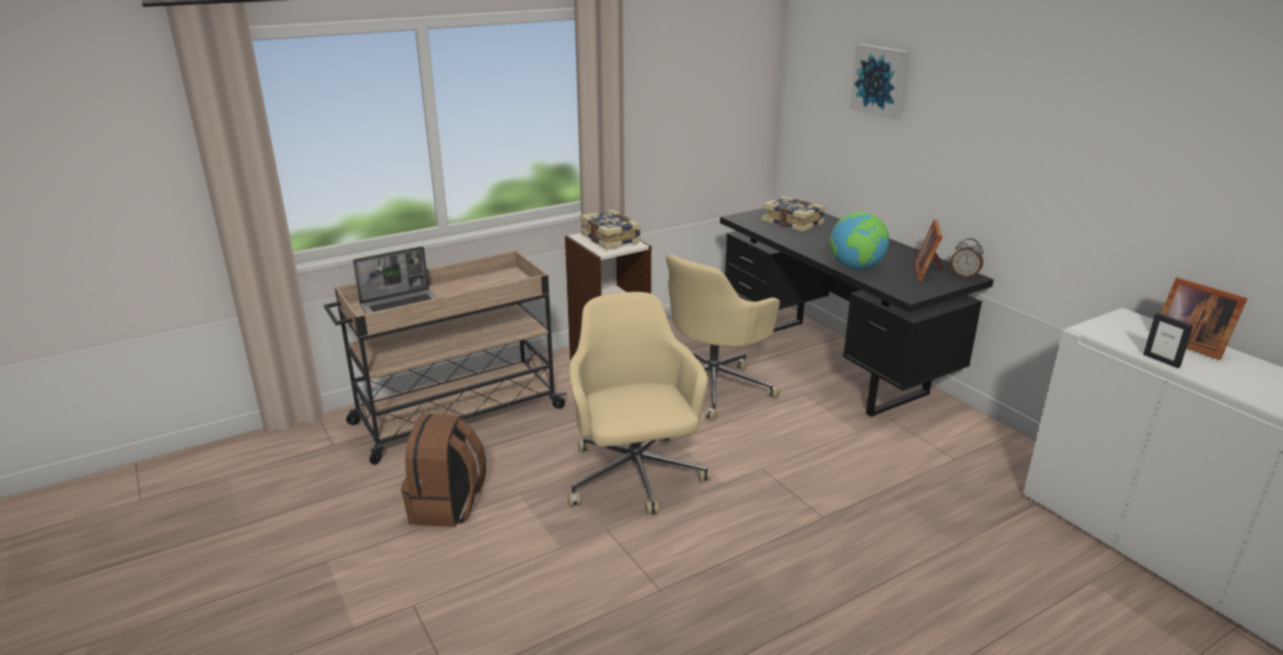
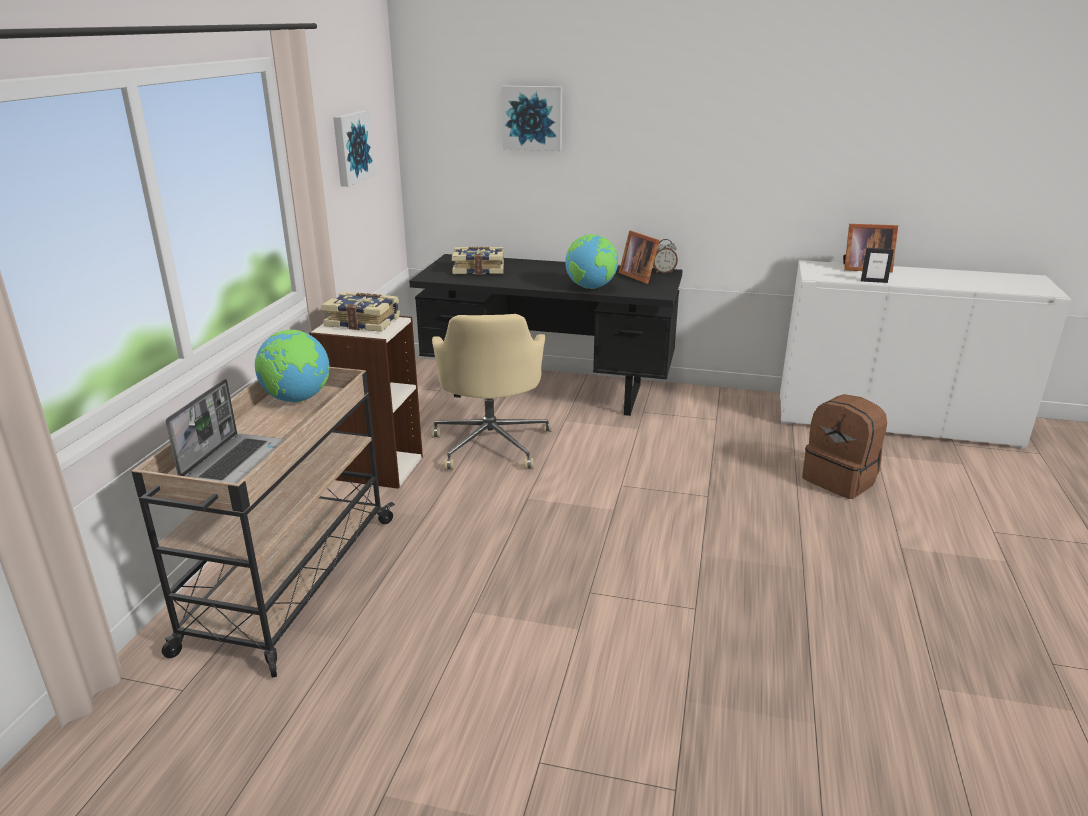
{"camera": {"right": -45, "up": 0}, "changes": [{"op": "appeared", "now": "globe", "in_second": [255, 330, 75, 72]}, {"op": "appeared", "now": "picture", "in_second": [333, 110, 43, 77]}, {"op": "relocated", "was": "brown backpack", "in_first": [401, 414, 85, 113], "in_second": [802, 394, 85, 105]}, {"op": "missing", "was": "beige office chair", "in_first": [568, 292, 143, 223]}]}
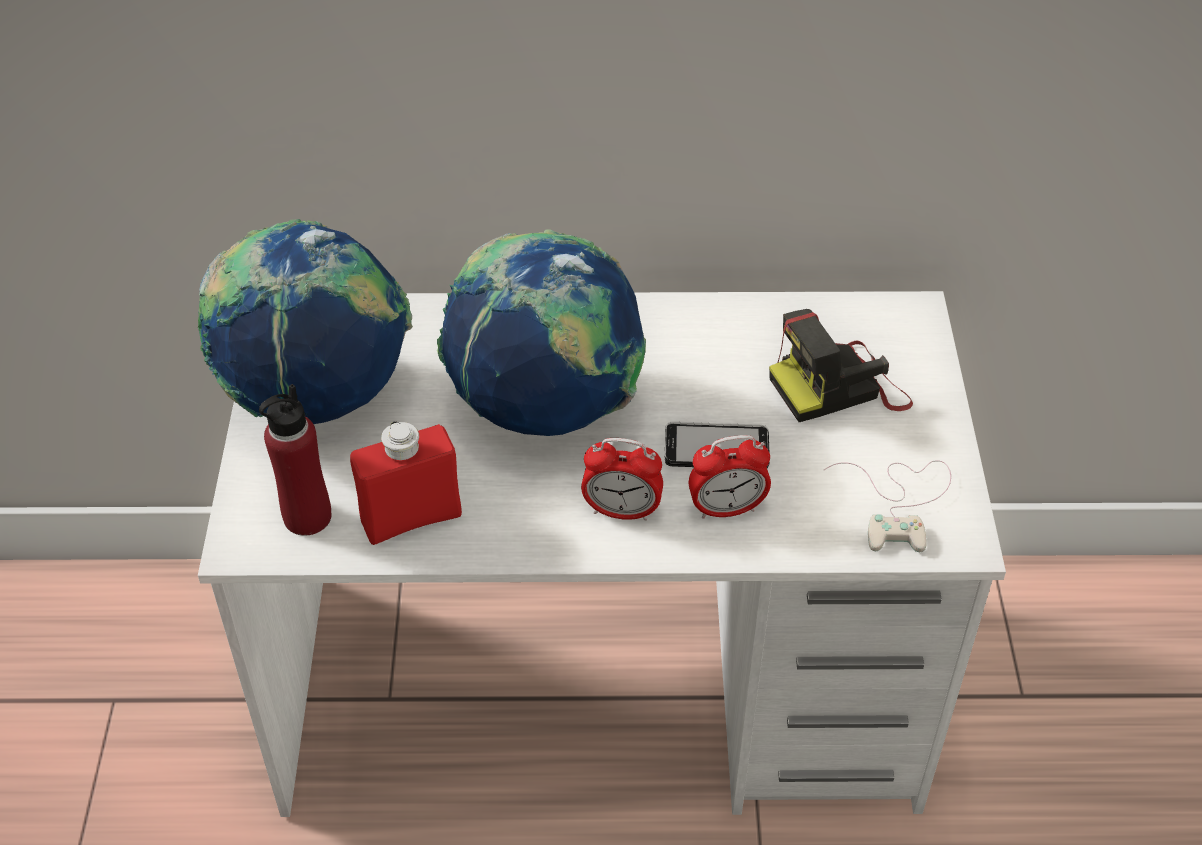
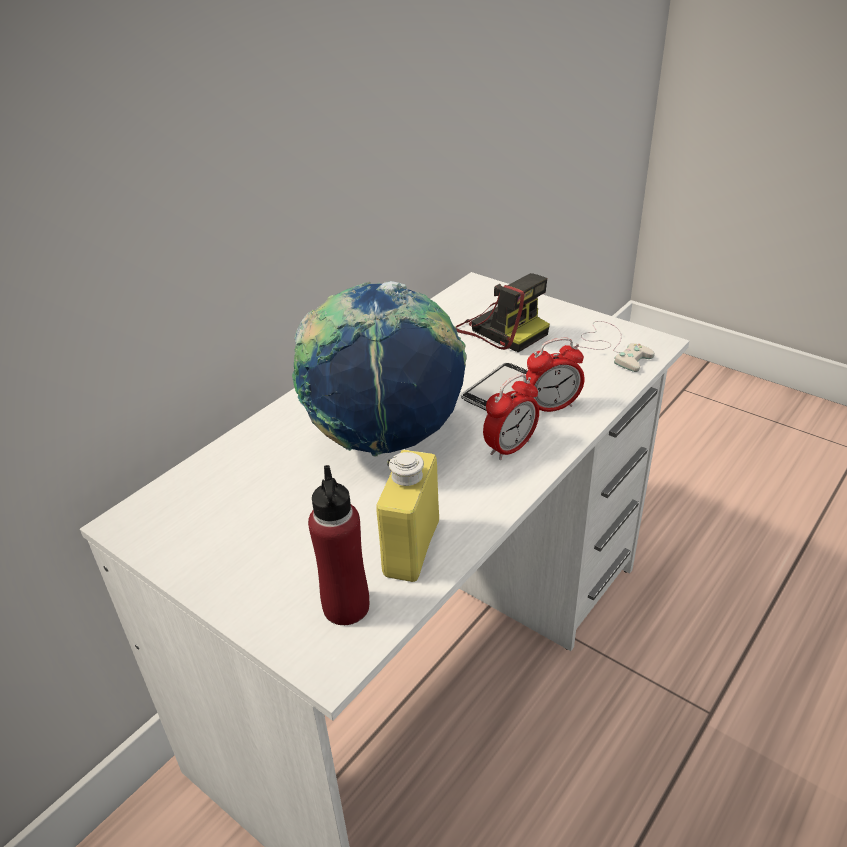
{"camera": {"right": -50, "up": -10}, "changes": [{"op": "colour", "was": "red bottle", "now": "yellow bottle", "in_first": [350, 421, 112, 124], "in_second": [376, 450, 63, 132]}, {"op": "spun", "was": "photo camera", "in_first": [769, 309, 144, 113], "in_second": [456, 273, 94, 79], "clockwise": -60}, {"op": "spun", "was": "alarm clock", "in_first": [689, 435, 82, 84], "in_second": [526, 338, 59, 74], "clockwise": 45}, {"op": "missing", "was": "globe", "in_first": [198, 219, 215, 205]}]}
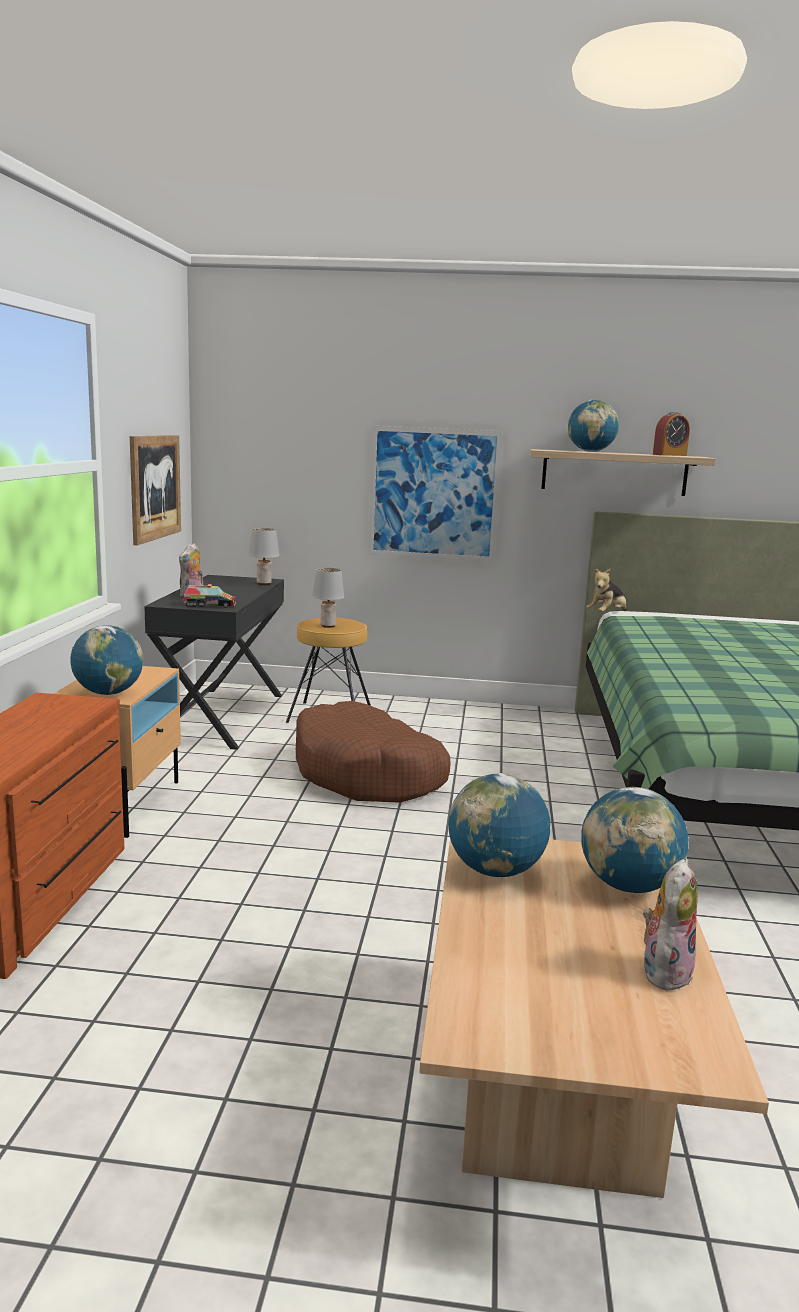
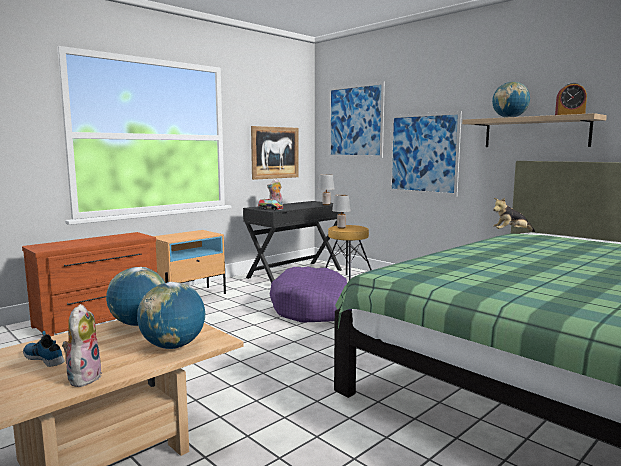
{"camera": {"right": 40, "up": -5}, "changes": [{"op": "appeared", "now": "shoe", "in_second": [23, 331, 42, 36]}, {"op": "spun", "was": "plush toy", "in_first": [643, 859, 55, 131], "in_second": [62, 304, 40, 83], "clockwise": -75}, {"op": "colour", "was": "brown dog bed", "now": "purple dog bed", "in_first": [296, 701, 155, 102], "in_second": [270, 267, 82, 56]}, {"op": "appeared", "now": "picture", "in_second": [329, 81, 56, 77]}, {"op": "missing", "was": "globe", "in_first": [70, 625, 74, 70]}]}
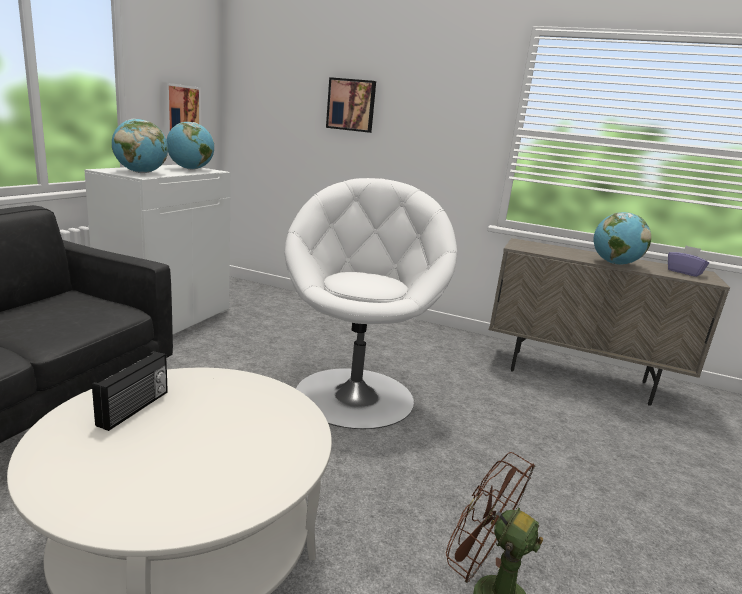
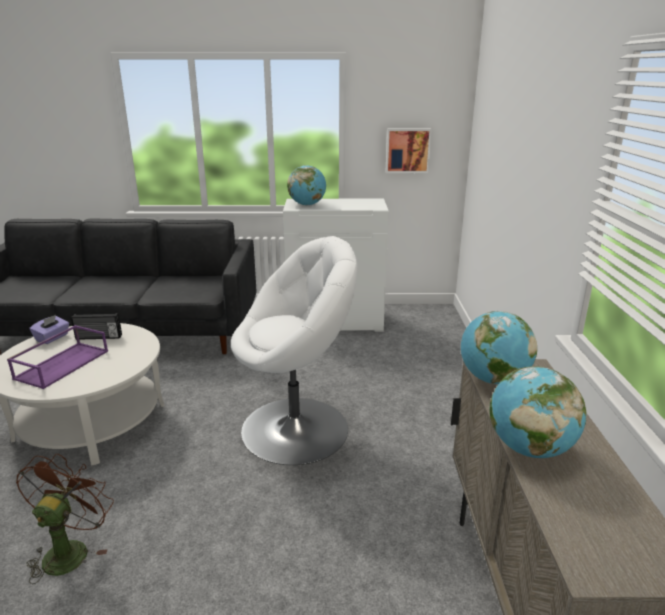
{"camera": {"right": 70, "up": 5}, "changes": [{"op": "appeared", "now": "purple tray", "in_second": [7, 325, 101, 64]}, {"op": "relocated", "was": "purple tissue box", "in_first": [668, 246, 41, 31], "in_second": [30, 315, 39, 29]}, {"op": "relocated", "was": "globe", "in_first": [167, 122, 47, 48], "in_second": [461, 311, 76, 73]}, {"op": "missing", "was": "picture", "in_first": [326, 77, 50, 56]}]}
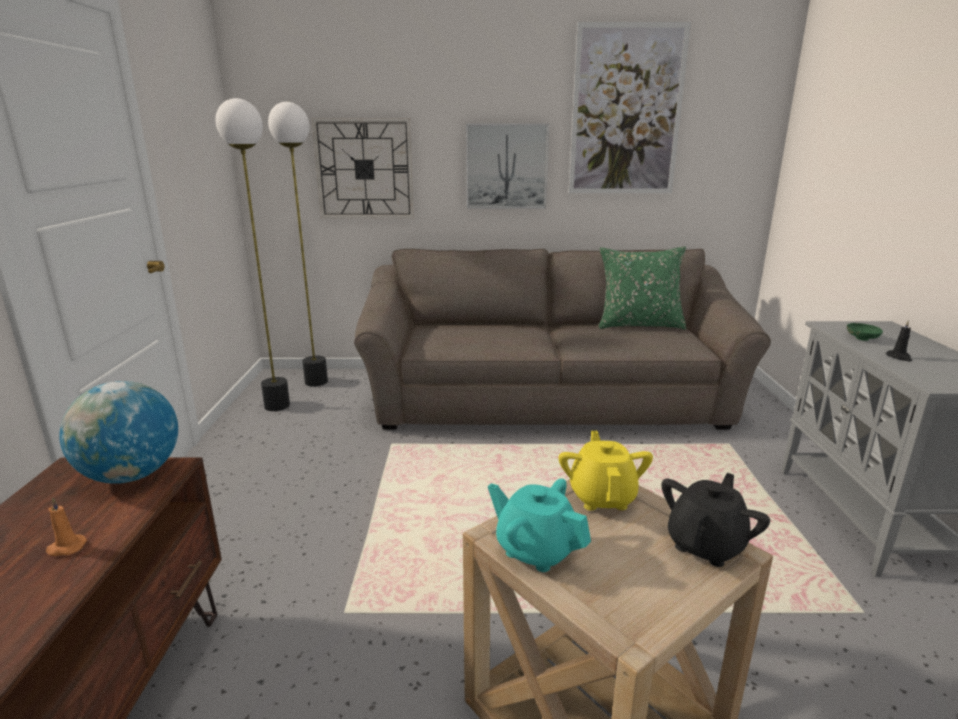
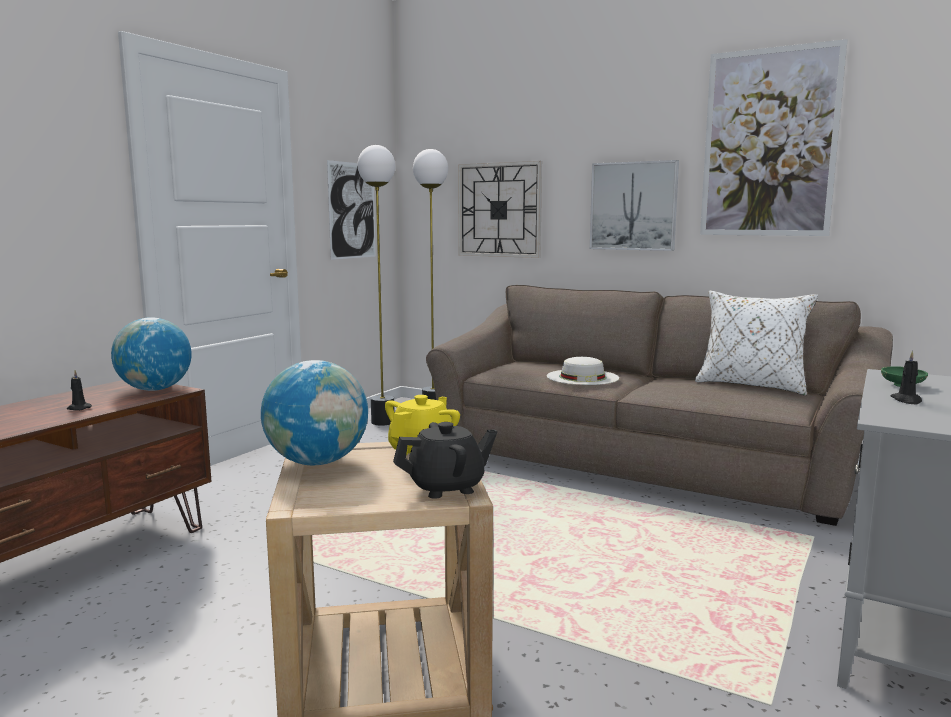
{"camera": {"right": 30, "up": -10}, "changes": [{"op": "colour", "was": "orange candle", "now": "black candle", "in_first": [46, 497, 41, 59], "in_second": [67, 370, 25, 40]}, {"op": "exchanged", "was": "turquoise teapot", "now": "globe", "in_first": [488, 479, 103, 93], "in_second": [261, 360, 107, 105]}, {"op": "appeared", "now": "picture", "in_second": [327, 160, 49, 100]}, {"op": "appeared", "now": "white hat", "in_second": [547, 357, 72, 28]}, {"op": "colour", "was": "green pillow", "now": "white pillow", "in_first": [599, 246, 87, 84], "in_second": [695, 291, 123, 104]}]}
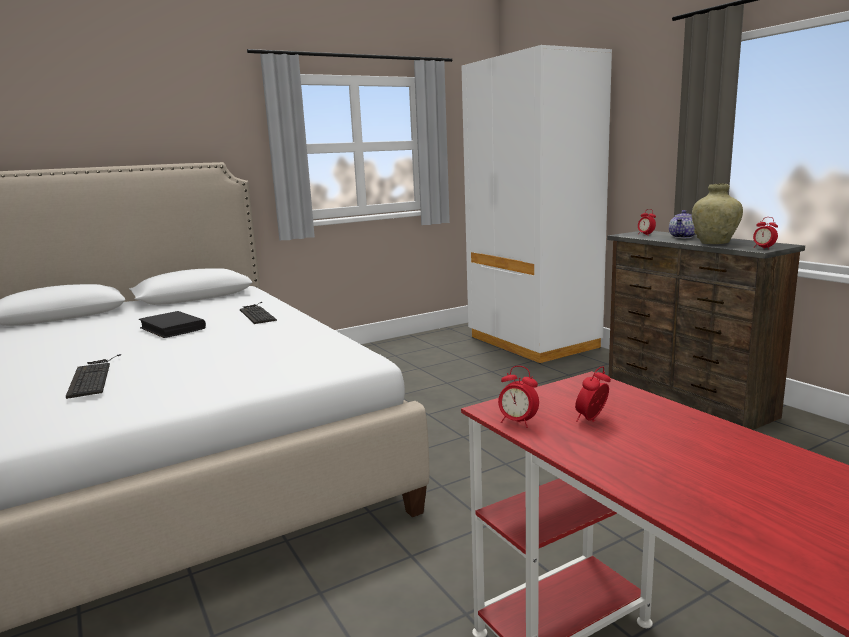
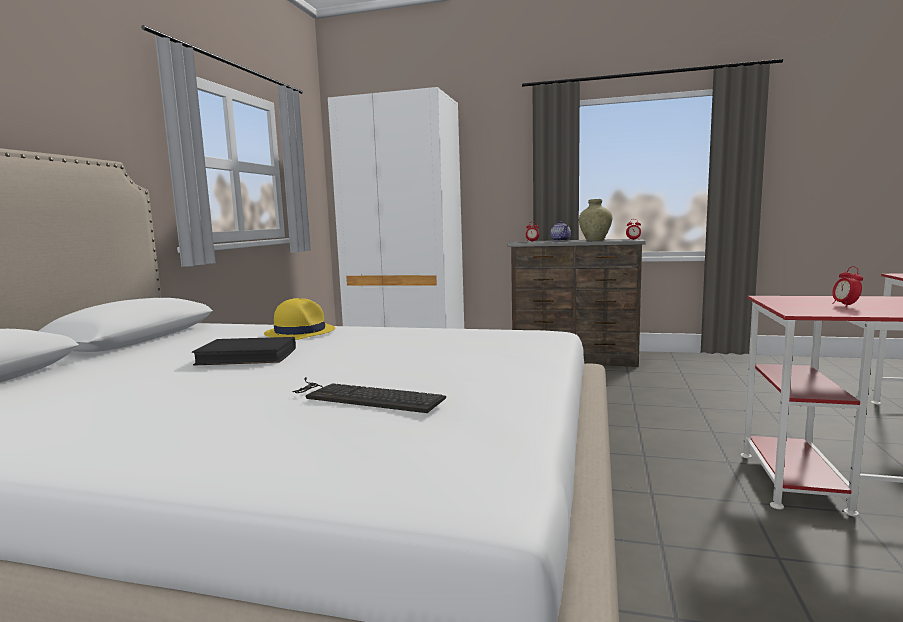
{"camera": {"right": -45, "up": -5}, "changes": [{"op": "exchanged", "was": "keyboard", "now": "yellow hat", "in_first": [240, 302, 37, 22], "in_second": [264, 298, 71, 42]}, {"op": "missing", "was": "alarm clock", "in_first": [498, 366, 41, 62]}]}
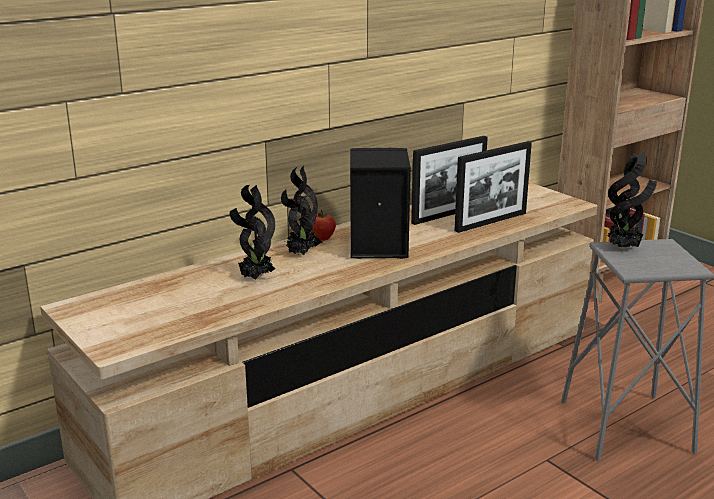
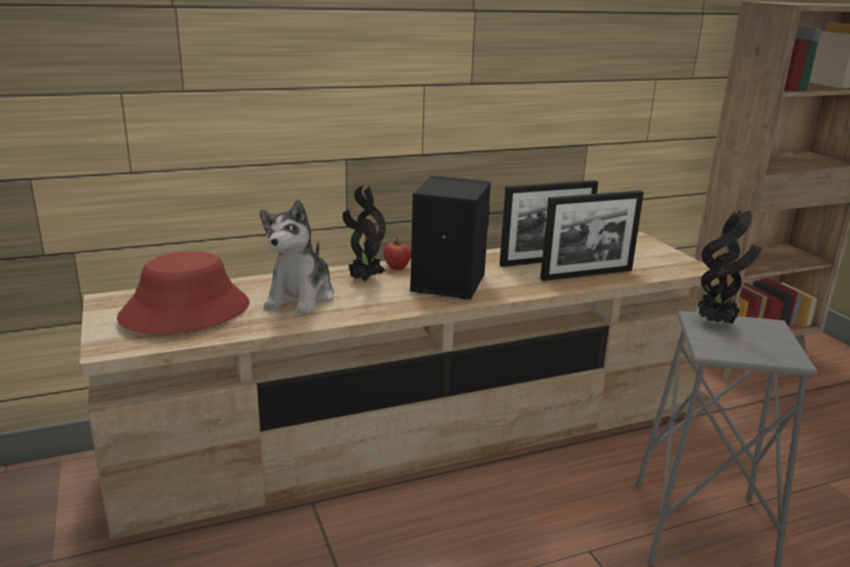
{"camera": {"right": 15, "up": 0}, "changes": [{"op": "appeared", "now": "red hat", "in_second": [117, 251, 132, 83]}, {"op": "exchanged", "was": "potted plant", "now": "plush toy", "in_first": [230, 185, 45, 95], "in_second": [260, 199, 74, 115]}]}
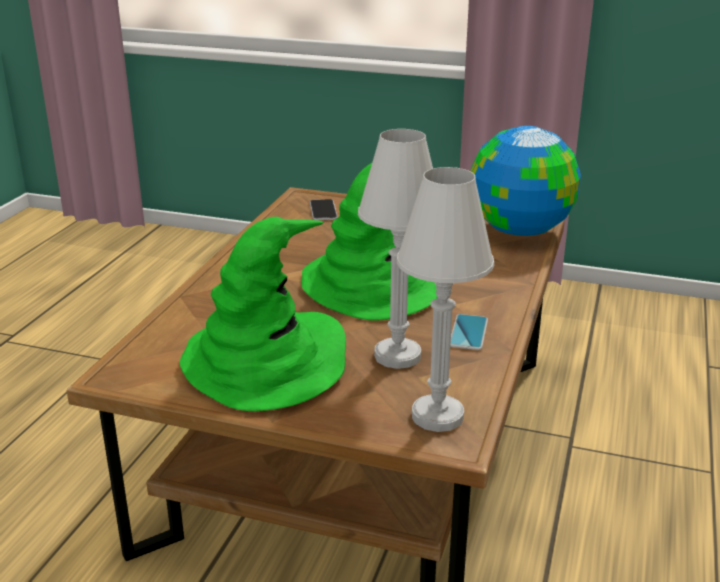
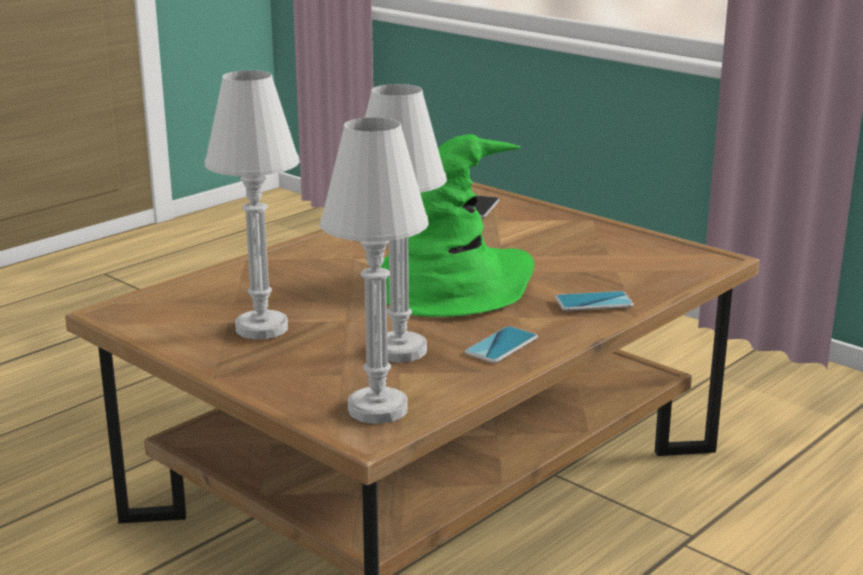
{"camera": {"right": 25, "up": -5}, "changes": [{"op": "exchanged", "was": "green hat", "now": "white table lamp", "in_first": [180, 217, 166, 194], "in_second": [205, 70, 95, 270]}, {"op": "appeared", "now": "phone", "in_second": [555, 291, 79, 20]}, {"op": "missing", "was": "globe", "in_first": [471, 126, 110, 110]}]}
